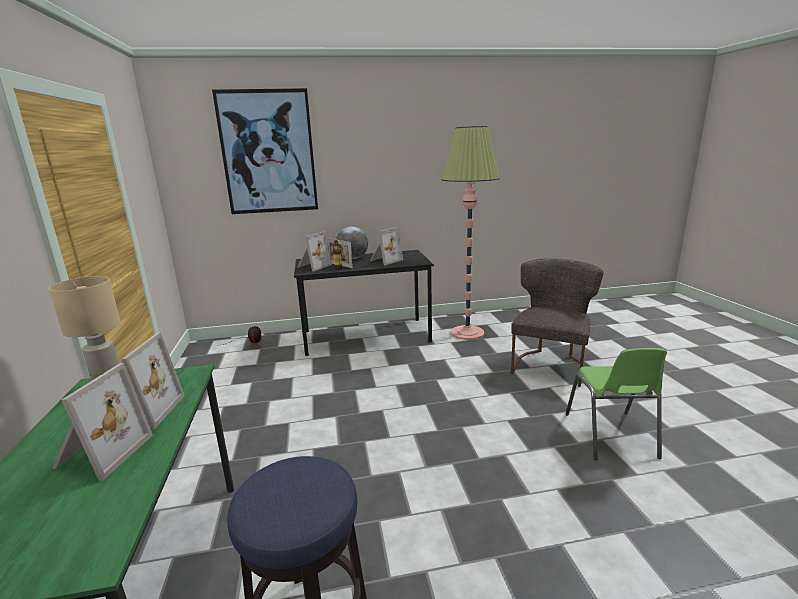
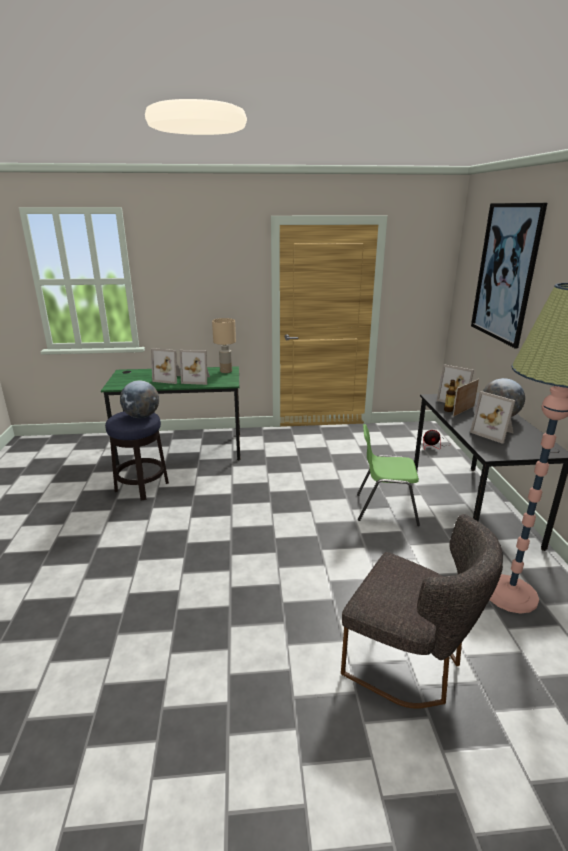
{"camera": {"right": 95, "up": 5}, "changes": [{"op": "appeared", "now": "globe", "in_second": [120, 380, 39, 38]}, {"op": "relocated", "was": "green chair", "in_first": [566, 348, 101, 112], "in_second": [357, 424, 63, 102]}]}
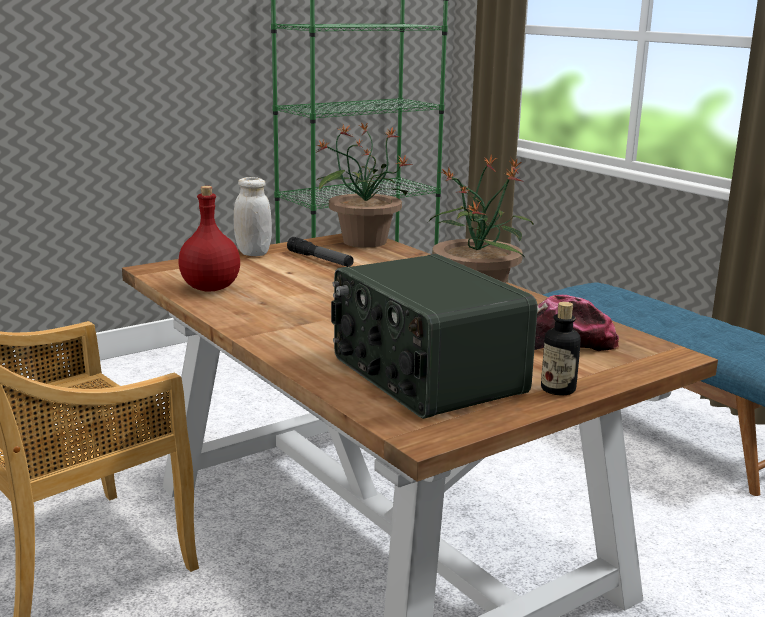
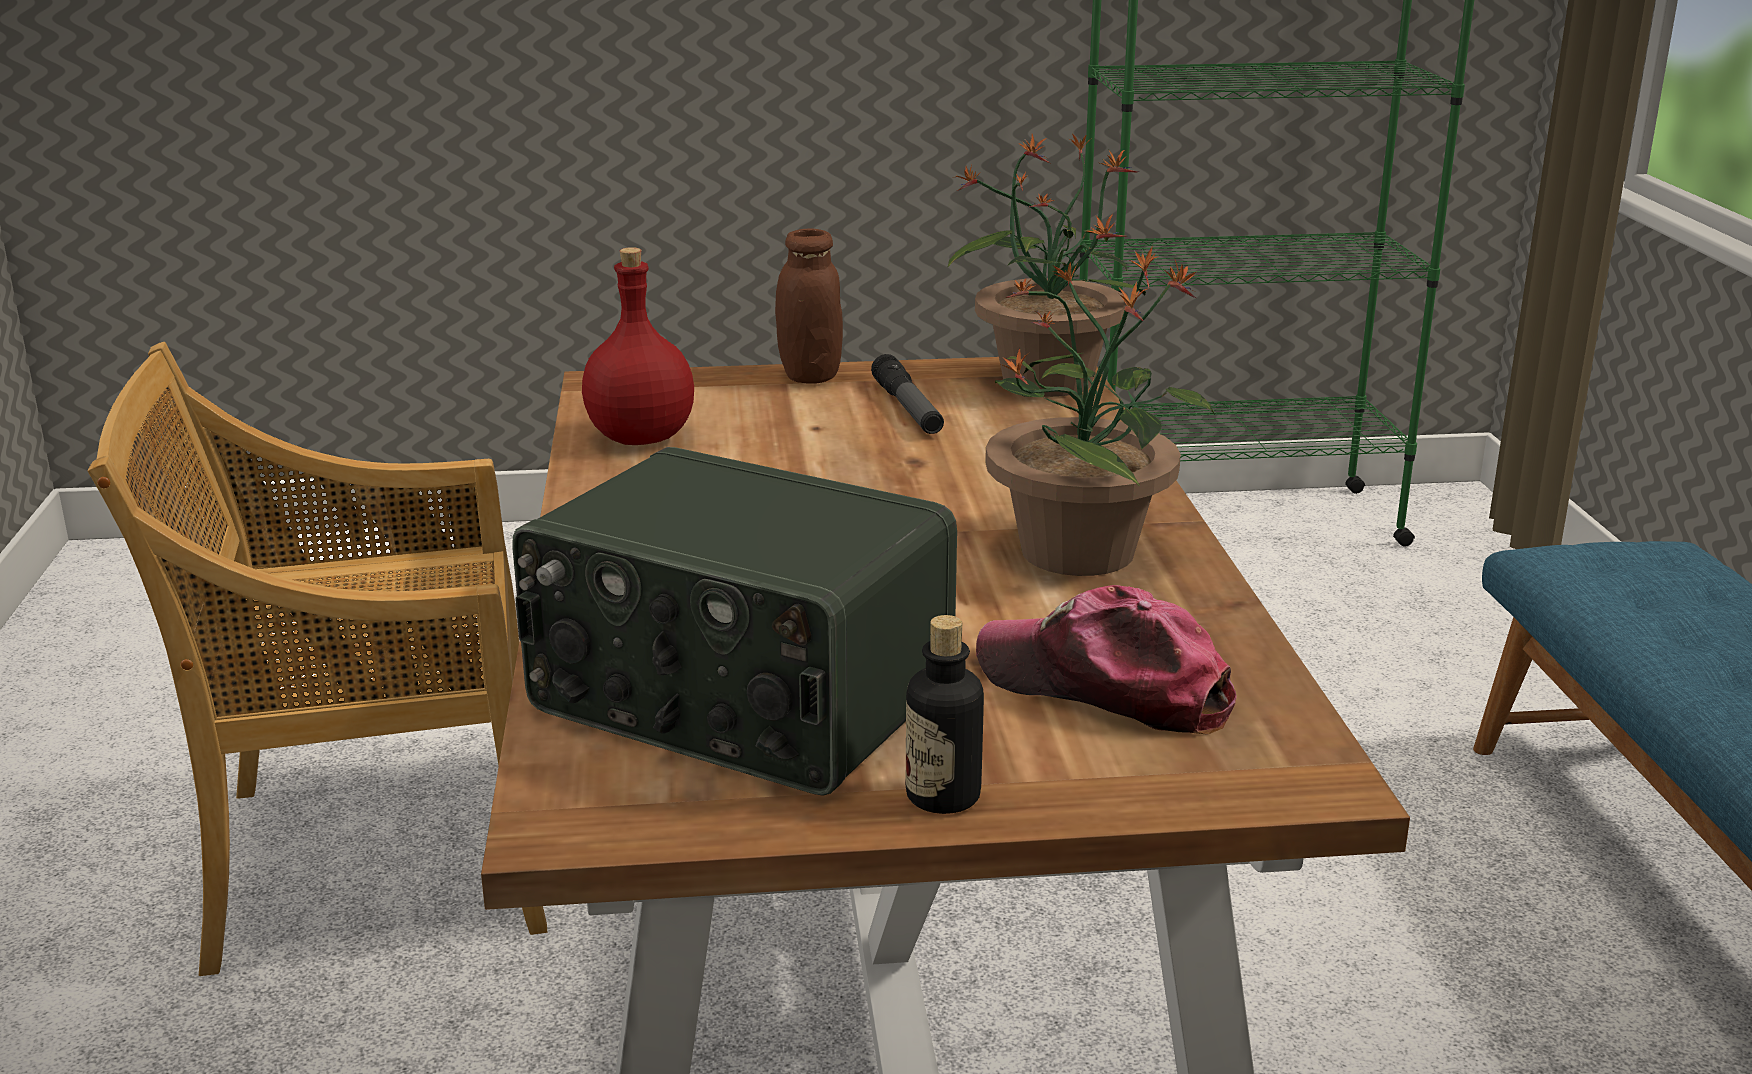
{"camera": {"right": 30, "up": 5}, "changes": [{"op": "spun", "was": "radio", "in_first": [331, 254, 207, 165], "in_second": [512, 447, 445, 349], "clockwise": -60}, {"op": "colour", "was": "white jar", "now": "brown jar", "in_first": [234, 177, 38, 79], "in_second": [775, 229, 68, 155]}]}
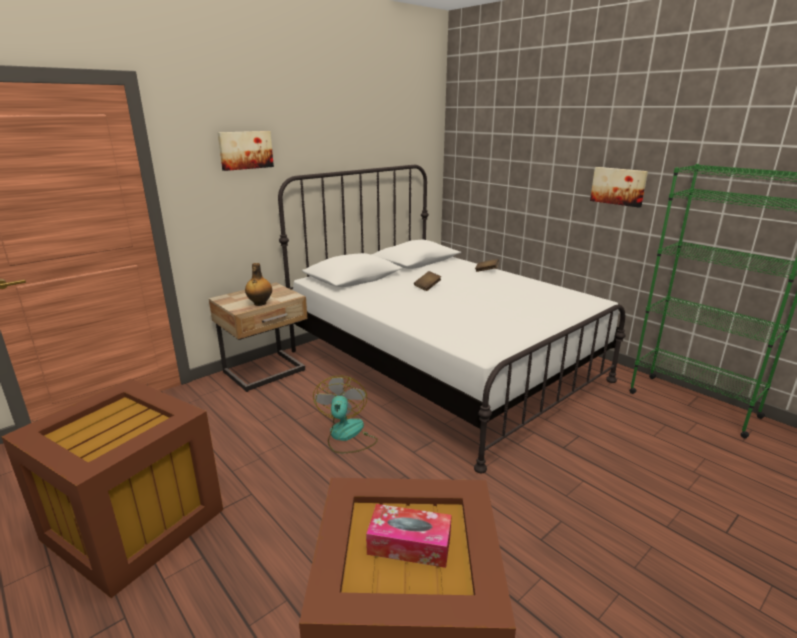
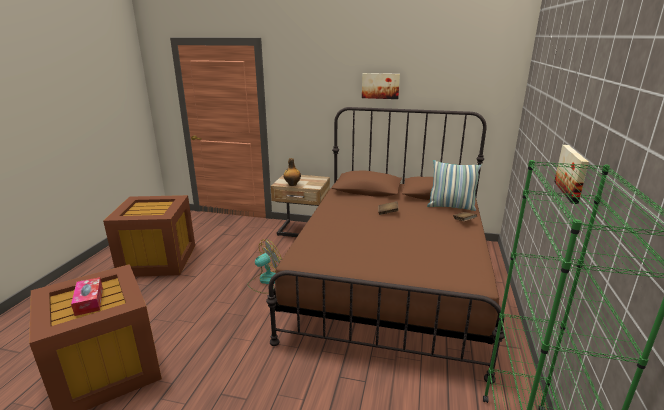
{"camera": {"right": 55, "up": 0}, "changes": [{"op": "colour", "was": "white bed", "now": "brown bed", "in_first": [278, 165, 347, 308], "in_second": [266, 107, 239, 277]}, {"op": "relocated", "was": "picture", "in_first": [217, 131, 57, 40], "in_second": [362, 73, 38, 26]}, {"op": "appeared", "now": "pillow", "in_second": [427, 160, 54, 51]}]}
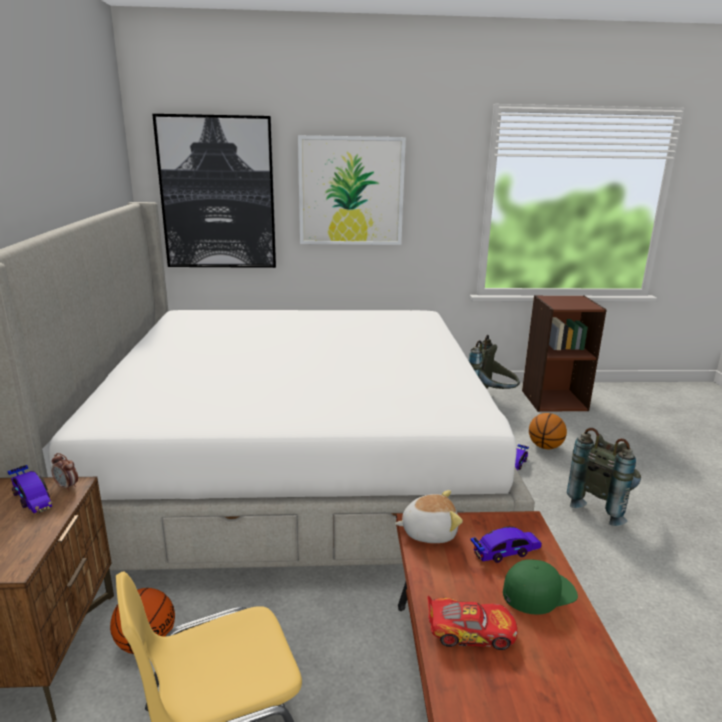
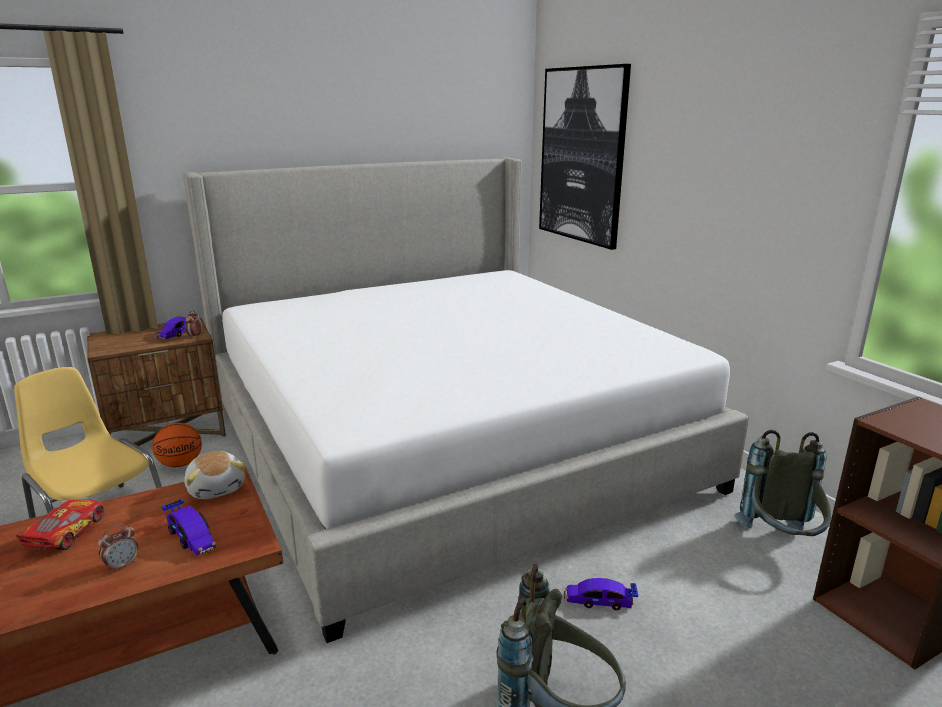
{"camera": {"right": 65, "up": 0}, "changes": [{"op": "spun", "was": "toy car", "in_first": [427, 596, 90, 54], "in_second": [16, 499, 88, 51], "clockwise": -150}, {"op": "exchanged", "was": "green cap", "now": "alarm clock", "in_first": [503, 559, 75, 56], "in_second": [98, 524, 40, 49]}, {"op": "missing", "was": "picture", "in_first": [298, 135, 108, 110]}, {"op": "missing", "was": "basketball", "in_first": [529, 413, 38, 36]}]}
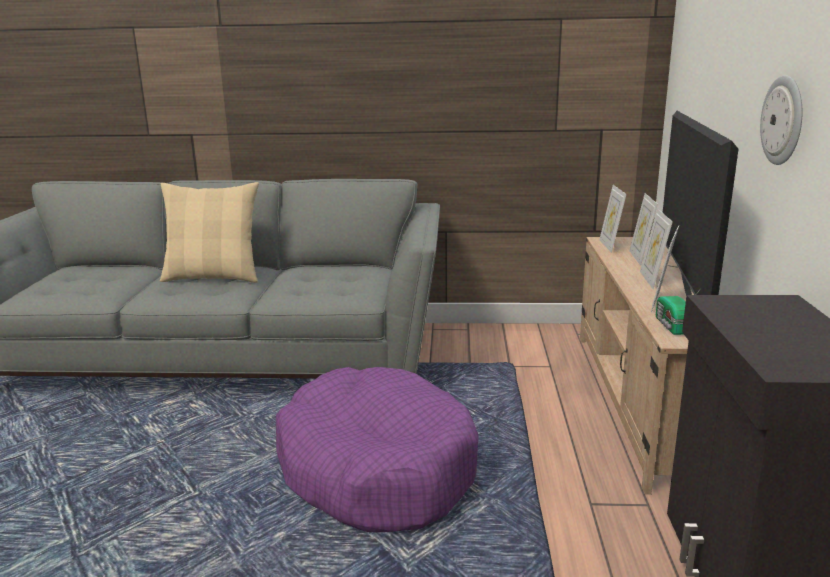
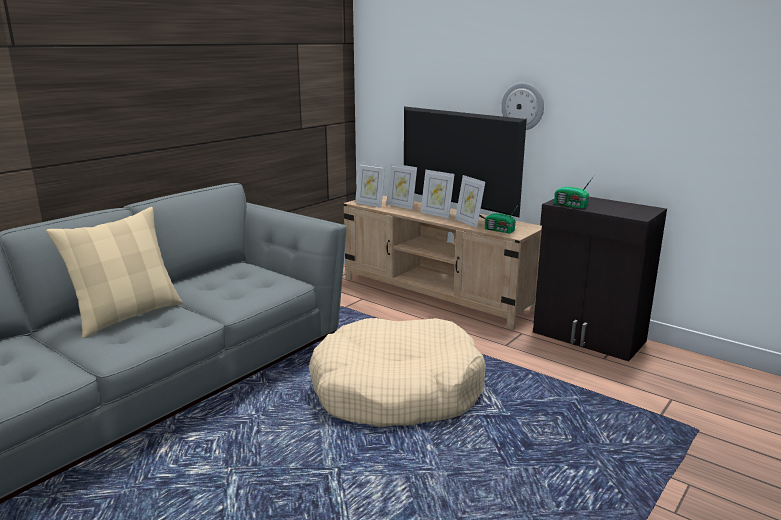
{"camera": {"right": -55, "up": 0}, "changes": [{"op": "colour", "was": "purple dog bed", "now": "beige dog bed", "in_first": [276, 367, 203, 166], "in_second": [309, 318, 177, 110]}, {"op": "appeared", "now": "radio", "in_second": [554, 176, 40, 33]}]}
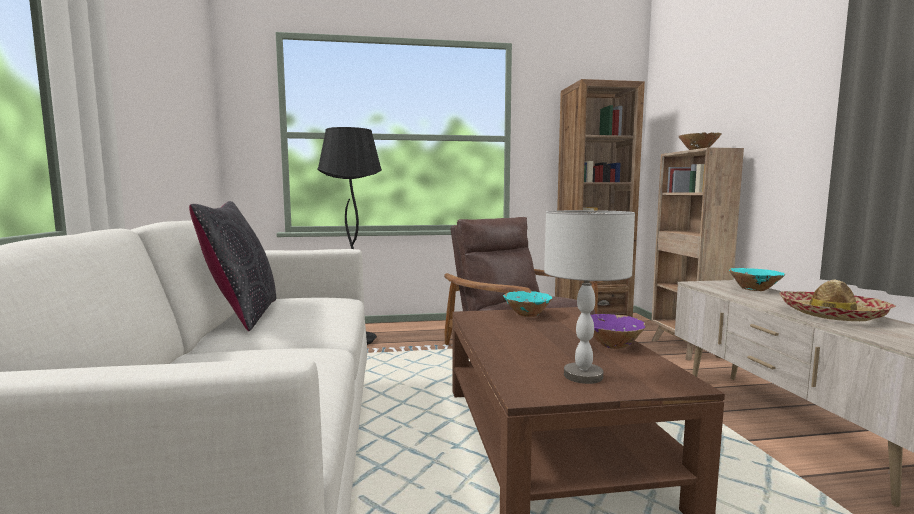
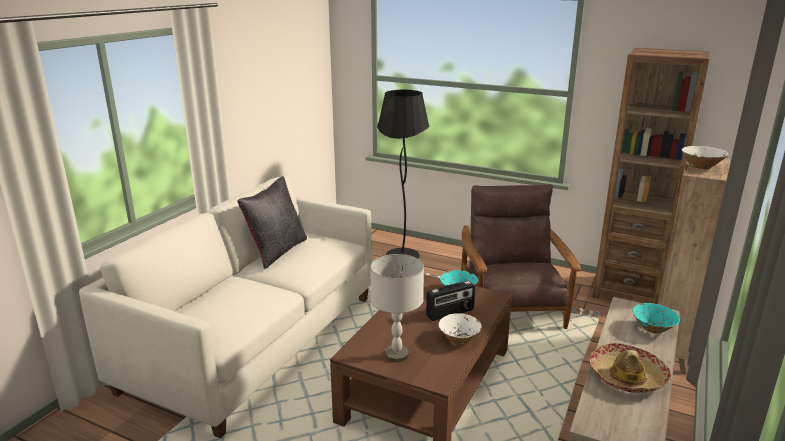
{"camera": {"right": 35, "up": 15}, "changes": [{"op": "appeared", "now": "radio", "in_second": [426, 281, 49, 40]}, {"op": "colour", "was": "purple bowl", "now": "white bowl", "in_first": [591, 314, 55, 35], "in_second": [439, 313, 43, 32]}]}
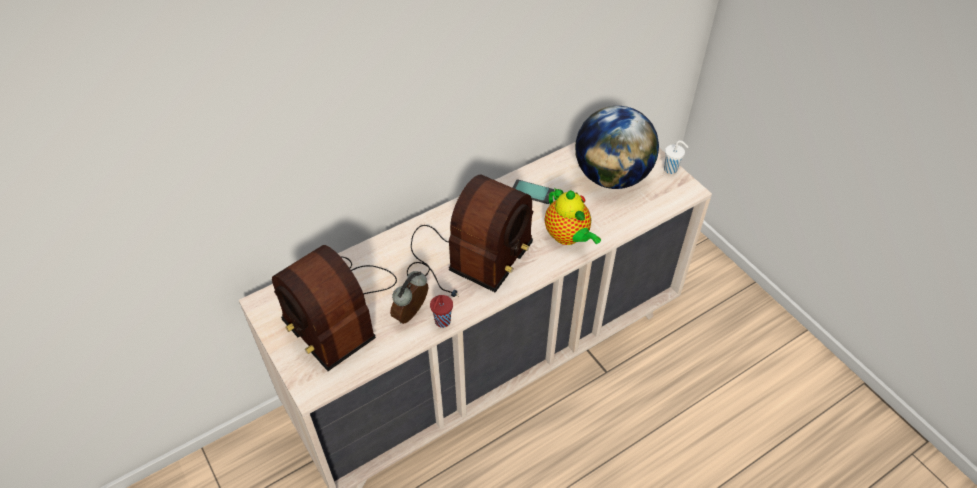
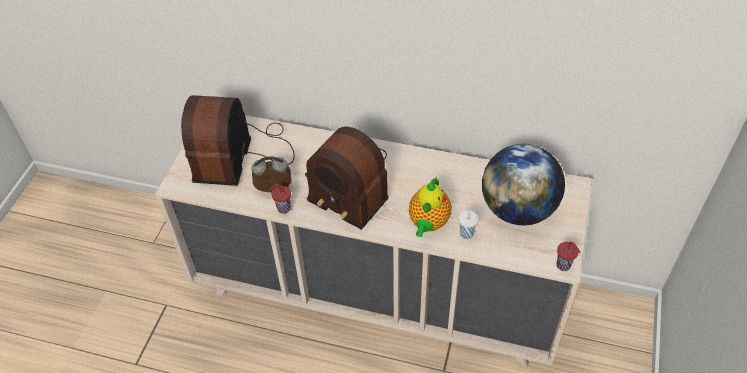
{"camera": {"right": 50, "up": 0}, "changes": [{"op": "spun", "was": "radio", "in_first": [407, 175, 126, 122], "in_second": [305, 126, 84, 104], "clockwise": 45}, {"op": "relocated", "was": "white cup", "in_first": [664, 140, 24, 34], "in_second": [458, 210, 20, 29]}, {"op": "appeared", "now": "red cup", "in_second": [556, 242, 24, 29]}, {"op": "missing", "was": "phone", "in_first": [512, 180, 42, 24]}]}
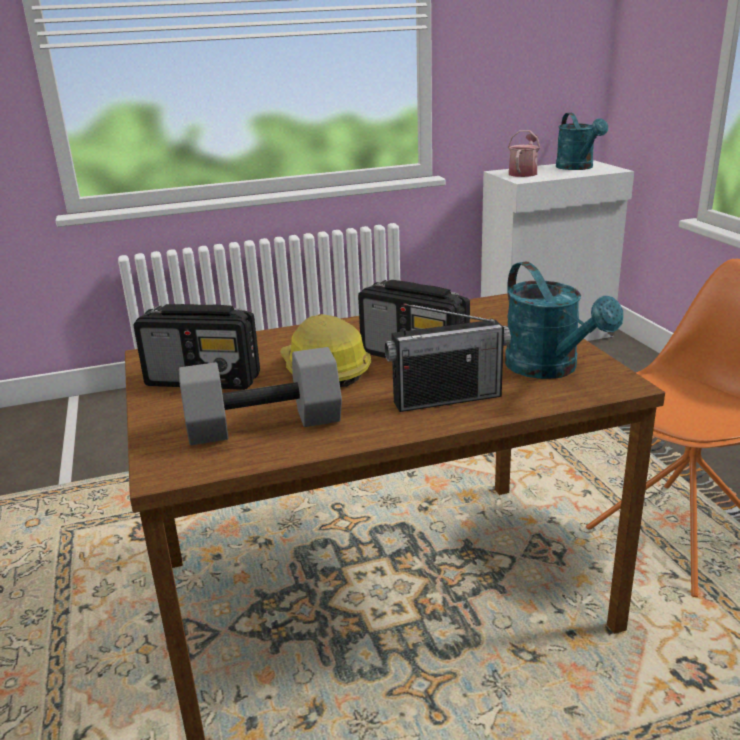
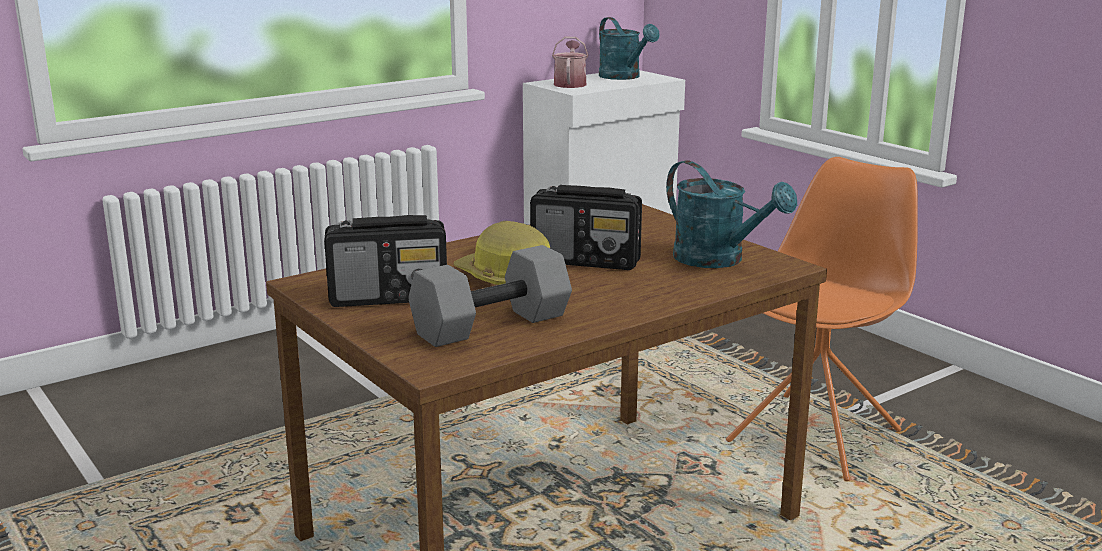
{"camera": {"right": -20, "up": -5}, "changes": [{"op": "missing", "was": "radio", "in_first": [384, 303, 127, 109]}]}
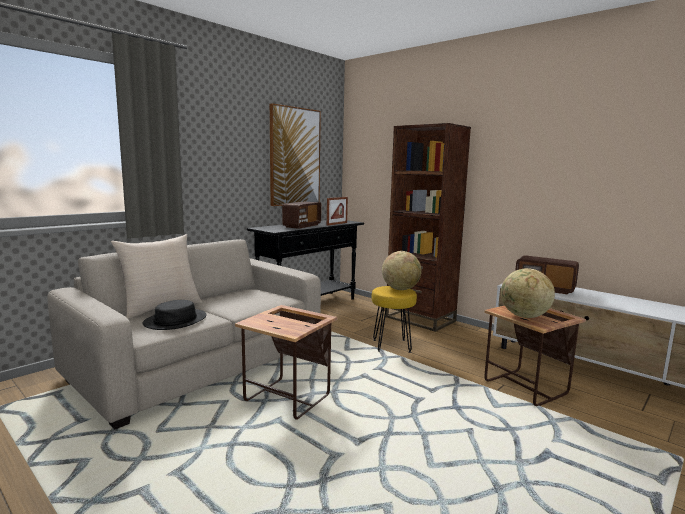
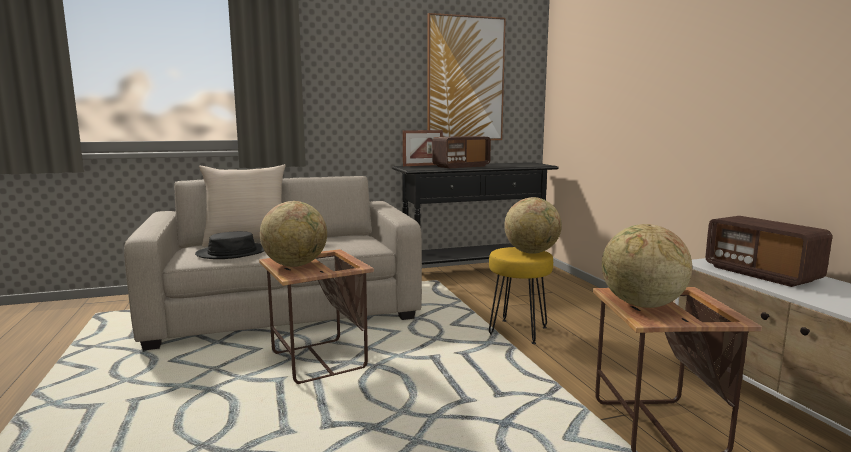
{"camera": {"right": 30, "up": 0}, "changes": [{"op": "appeared", "now": "globe", "in_second": [260, 201, 67, 66]}, {"op": "relocated", "was": "picture frame", "in_first": [327, 197, 21, 29], "in_second": [403, 130, 40, 36]}, {"op": "missing", "was": "brown bookcase", "in_first": [385, 123, 86, 209]}]}
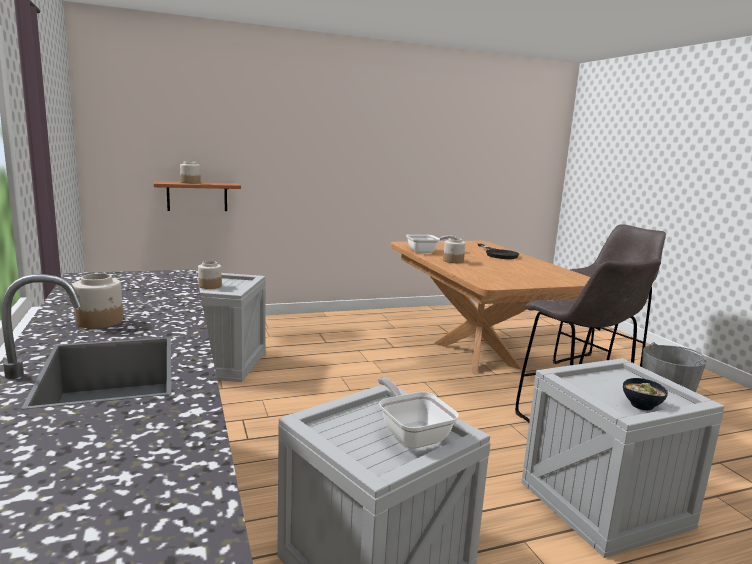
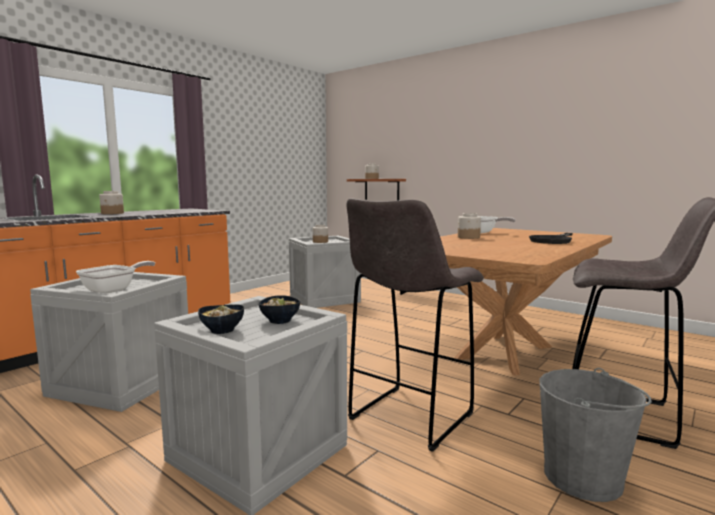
{"camera": {"right": 60, "up": -5}, "changes": [{"op": "appeared", "now": "bowl", "in_second": [259, 295, 41, 29]}]}
